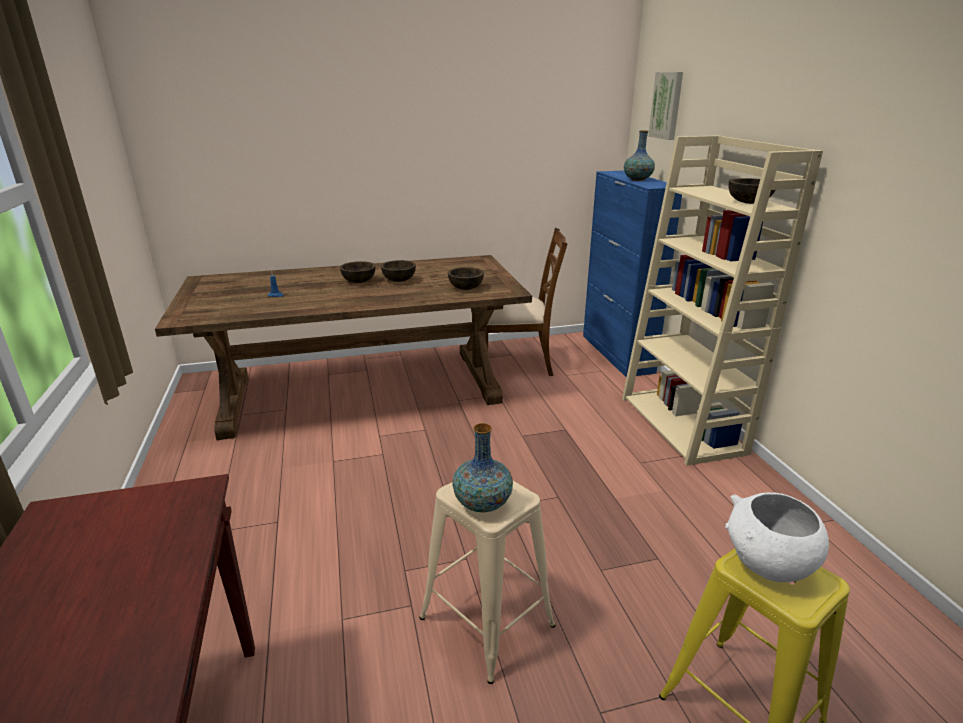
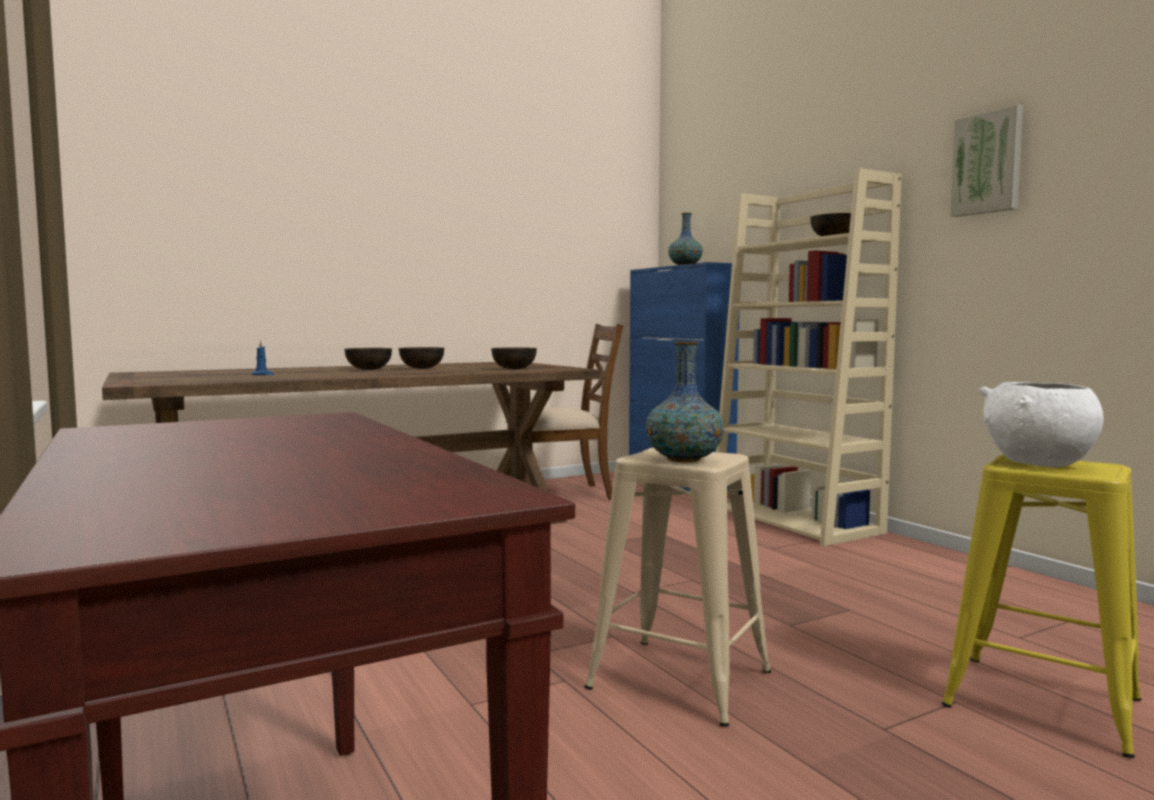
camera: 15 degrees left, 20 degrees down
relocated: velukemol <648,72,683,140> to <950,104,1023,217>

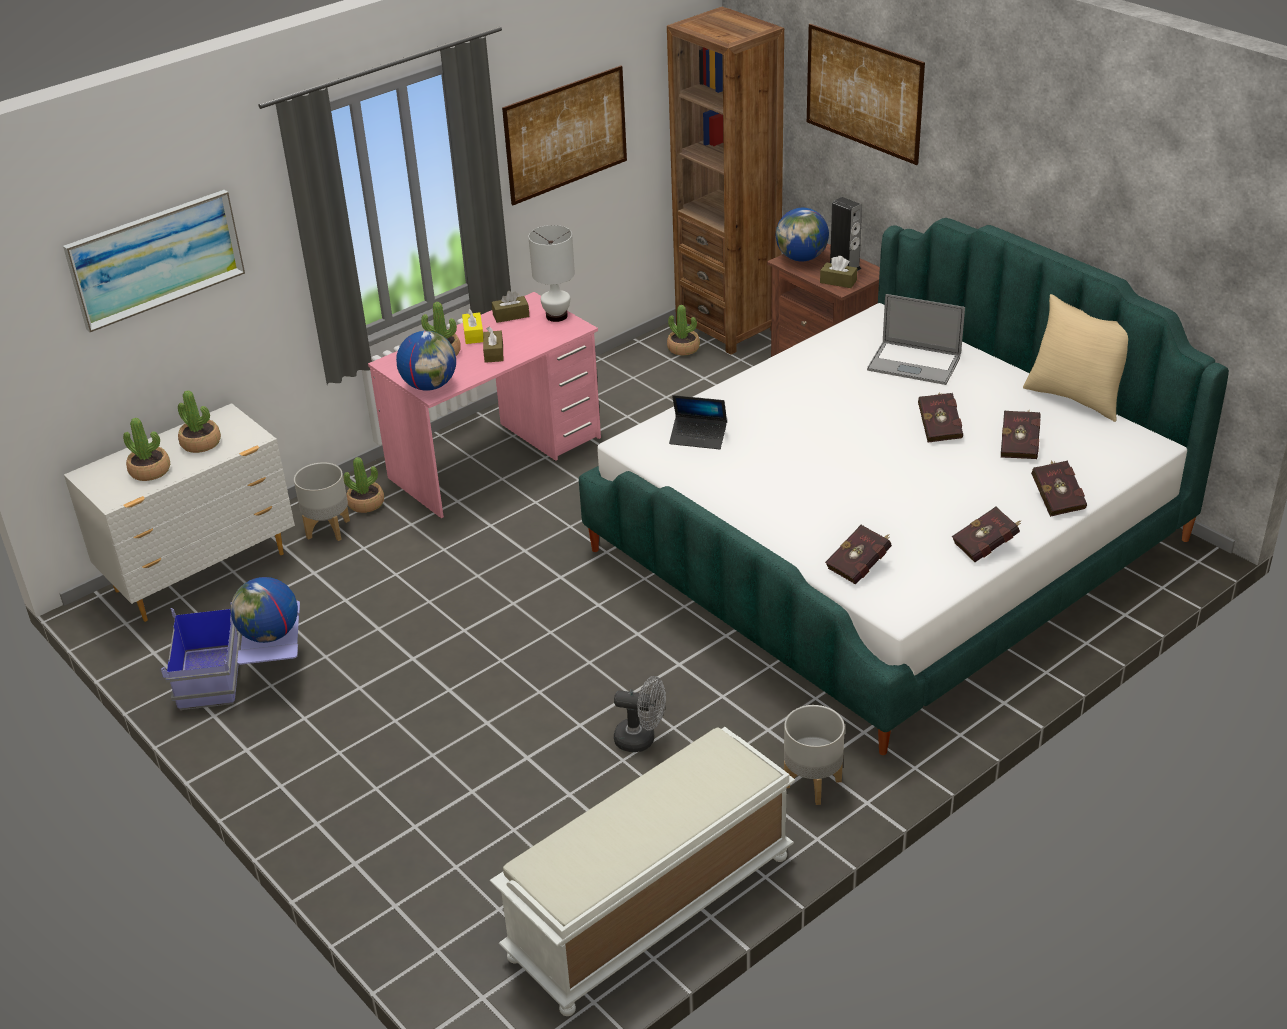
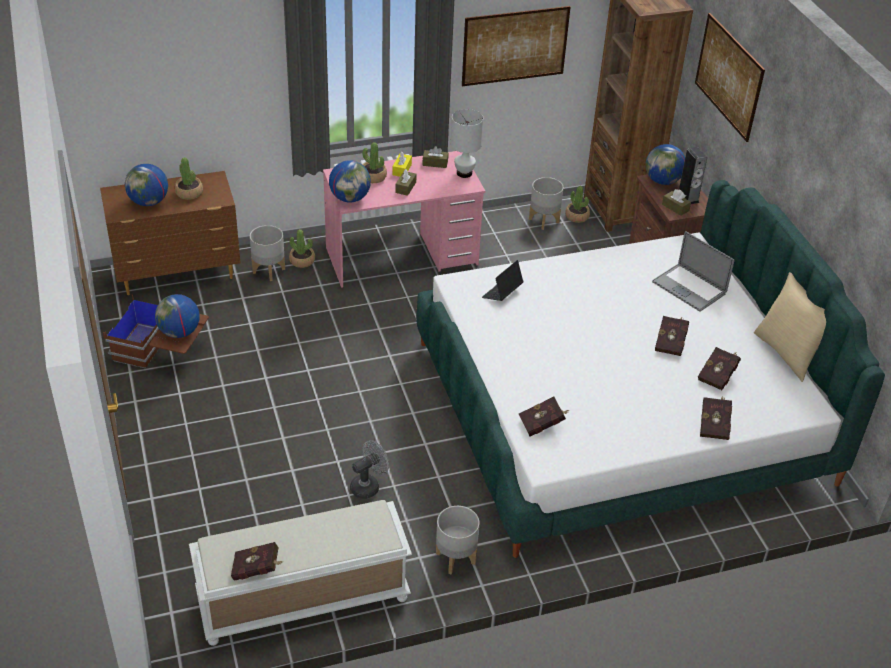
camera: 20 degrees right, 5 degrees up
missing: velukemol <63,190,245,332>
appeared: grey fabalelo <529,177,564,230>
relocated: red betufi <952,507,1022,562> to <231,542,284,581>
exchanged: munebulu <123,418,170,481> to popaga <125,164,168,206>
colour: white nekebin <64,403,295,622> to brown nekebin <100,171,241,295>; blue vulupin <161,601,300,710> to brown vulupin <103,295,209,368>
spun: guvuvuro <669,395,727,449> = <482,260,524,301> 90 degrees clockwise; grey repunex <614,676,666,752> = <350,440,389,499> 75 degrees counterclockwise

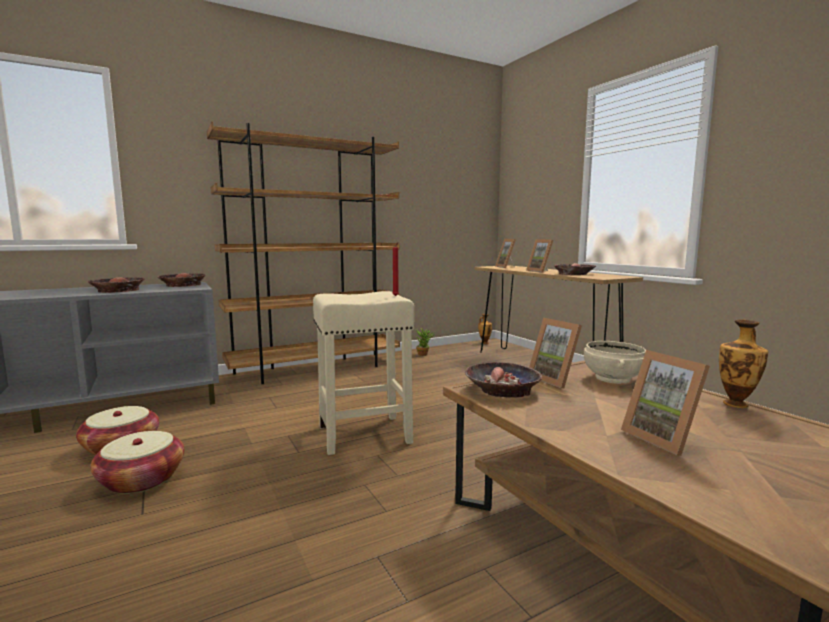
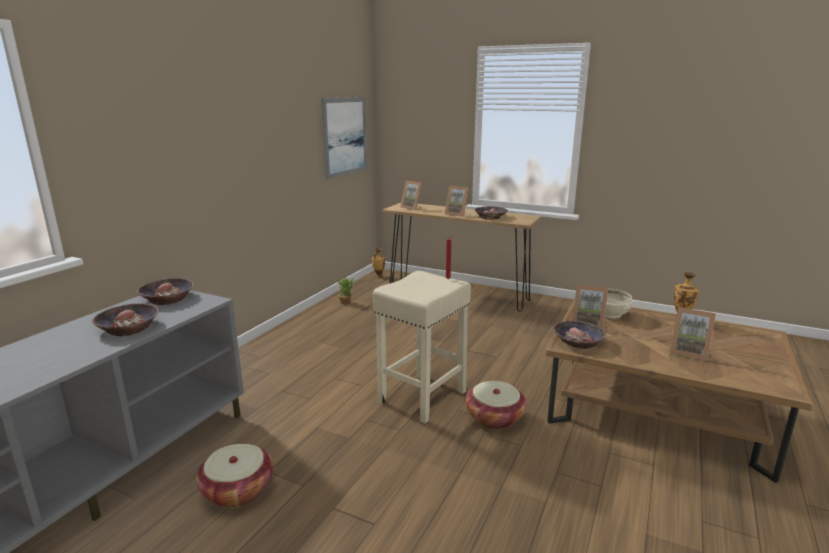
camera: 35 degrees left, 10 degrees up
missing: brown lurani <207,122,400,384>
appeared: velukemol <321,97,367,179>
relocated: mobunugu <90,431,184,494> to <466,381,527,429>

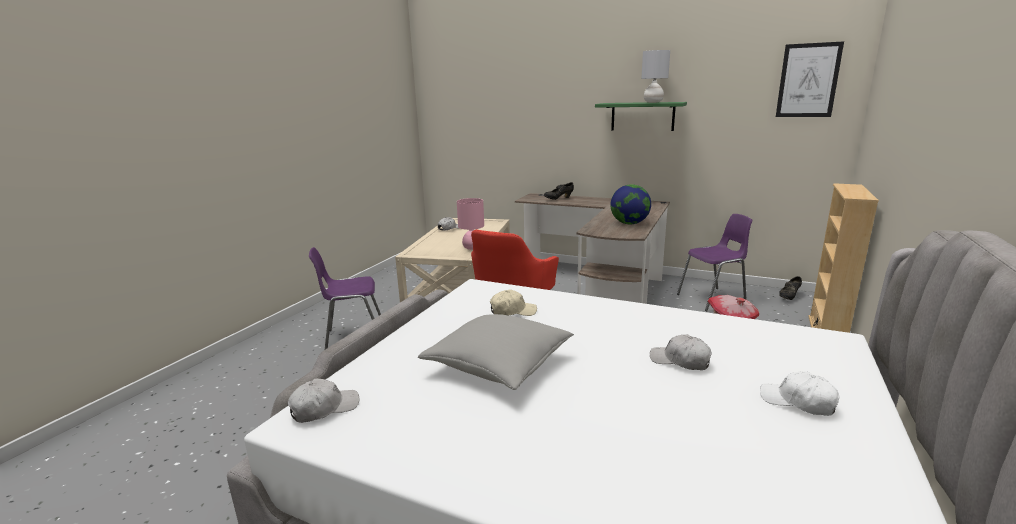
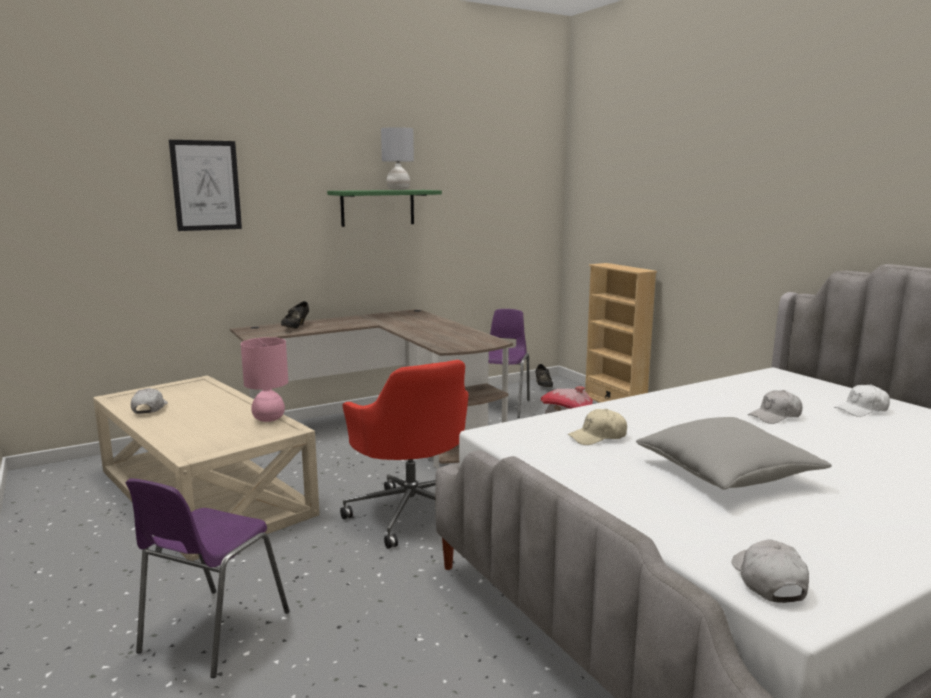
camera: 55 degrees left, 5 degrees down
missing: popaga <610,184,651,224>
relocated: velukemol <776,42,844,117> to <169,140,242,231>
spun: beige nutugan <490,289,537,316> = <568,409,627,445> 135 degrees counterclockwise

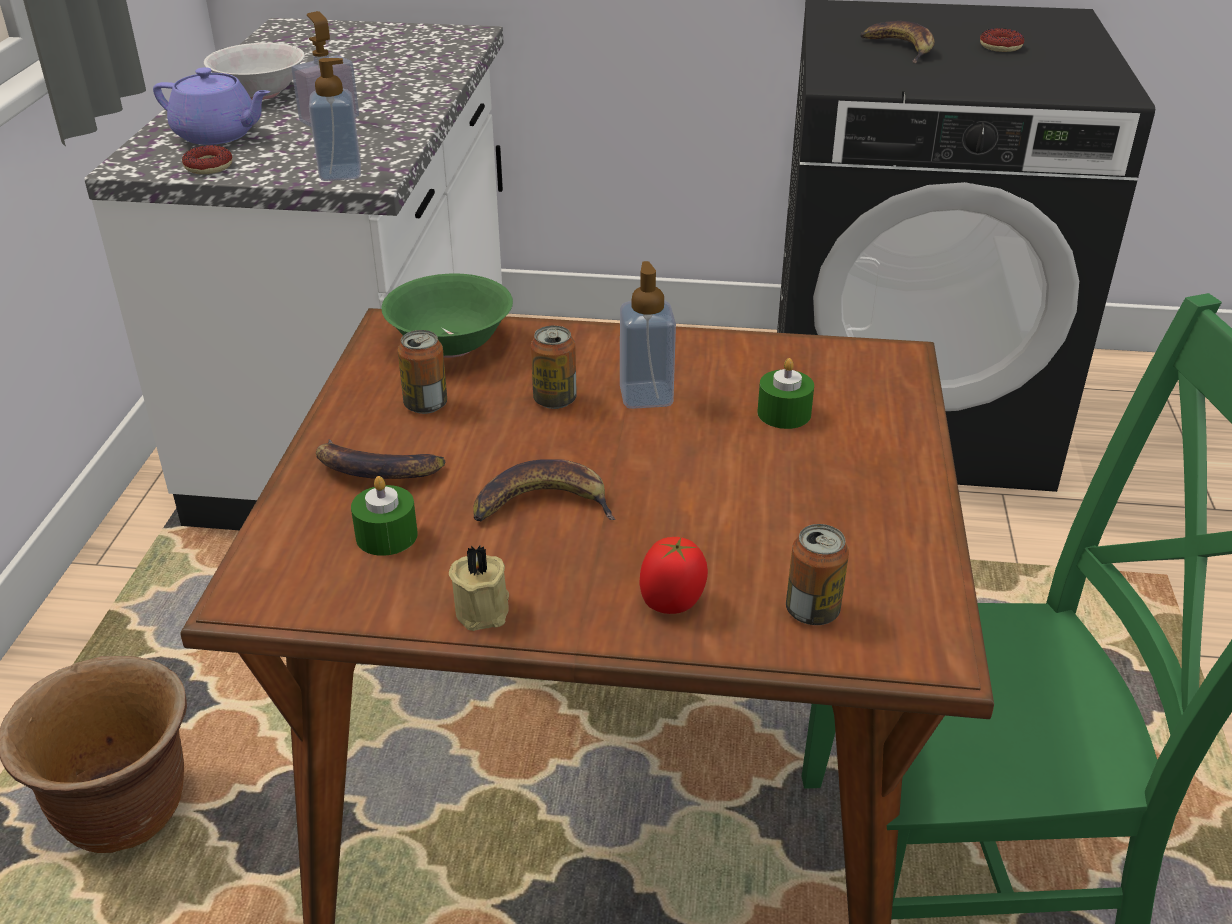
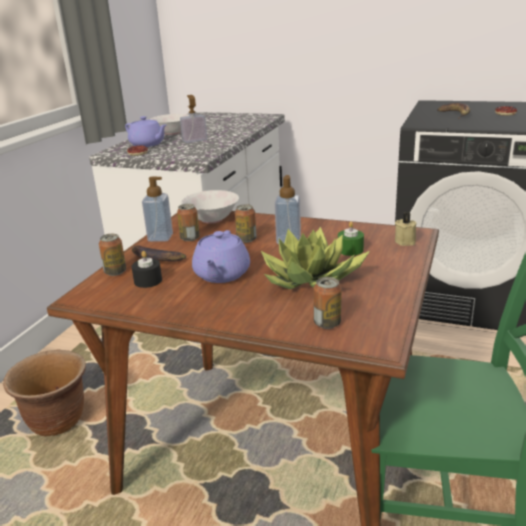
camera: 15 degrees right, 10 degrees down
missing: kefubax <639,537,708,614>
appeared: munebulu <261,227,370,289>; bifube <99,234,126,276>
relocated: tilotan <309,58,361,181> to <142,177,173,242>; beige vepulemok <449,546,509,631> to <395,212,417,246>
exchanged: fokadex <473,459,616,521> to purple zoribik <192,230,250,283>
colour: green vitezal <381,273,513,358> to white vitezal <181,190,239,223>; green vepulemok <351,476,418,556> to black vepulemok <131,251,162,288>

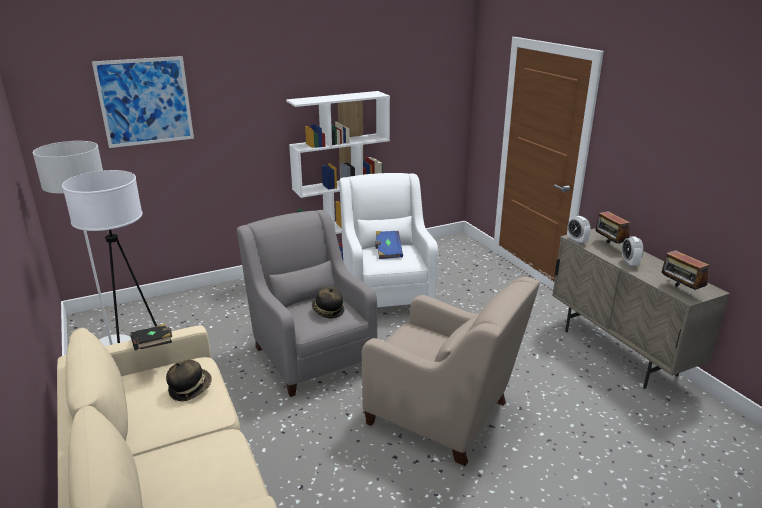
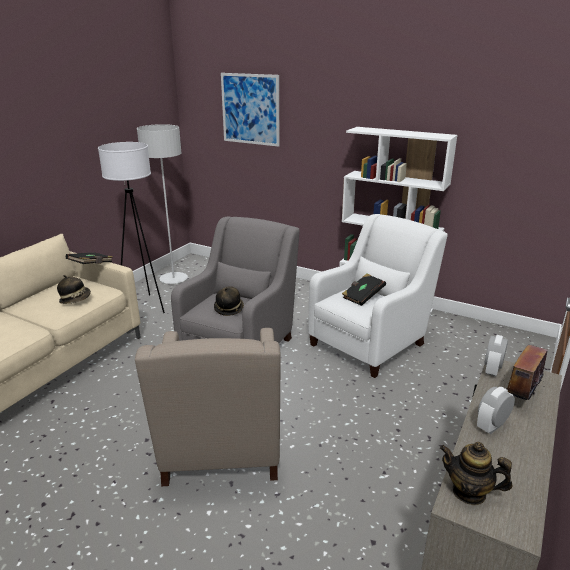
camera: 55 degrees right, 0 degrees up
exchanged: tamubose <661,246,710,290> to zoribik <440,442,512,505>
colour: blue betufi <375,231,403,259> to black betufi <342,273,386,306>

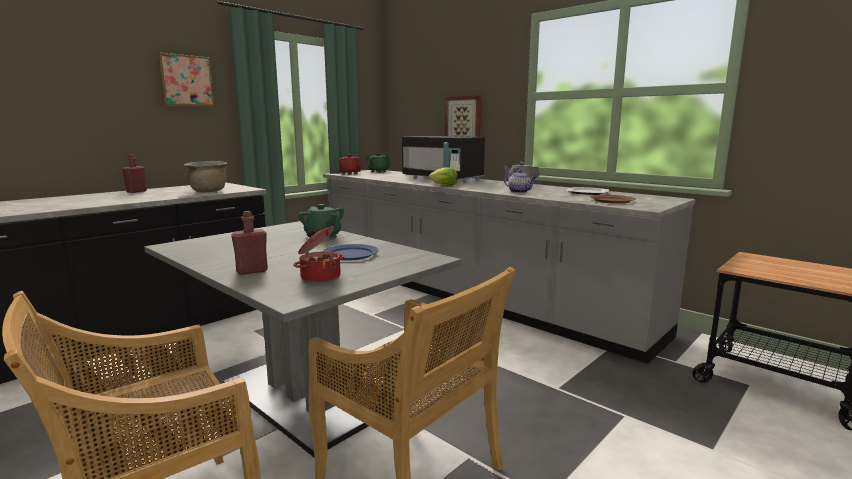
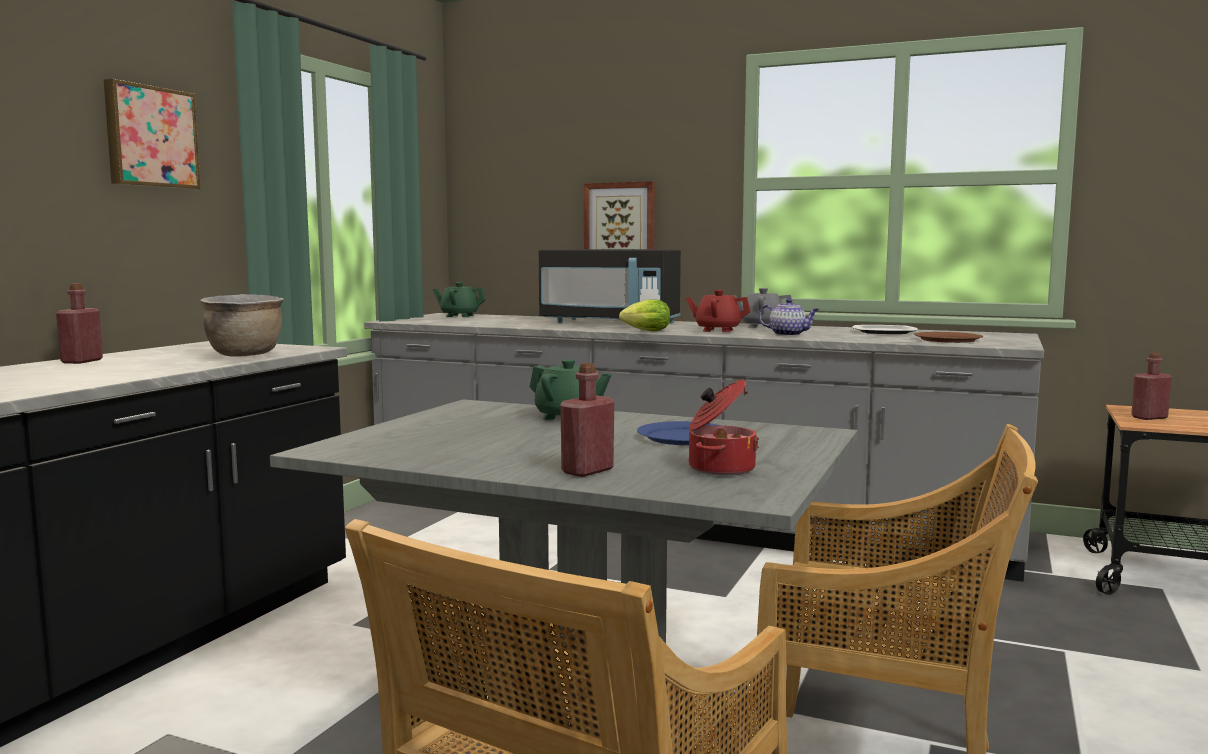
camera: 20 degrees left, 5 degrees down
appeared: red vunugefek <1131,352,1172,420>
relocated: red zoribik <339,154,361,174> to <686,290,751,332>

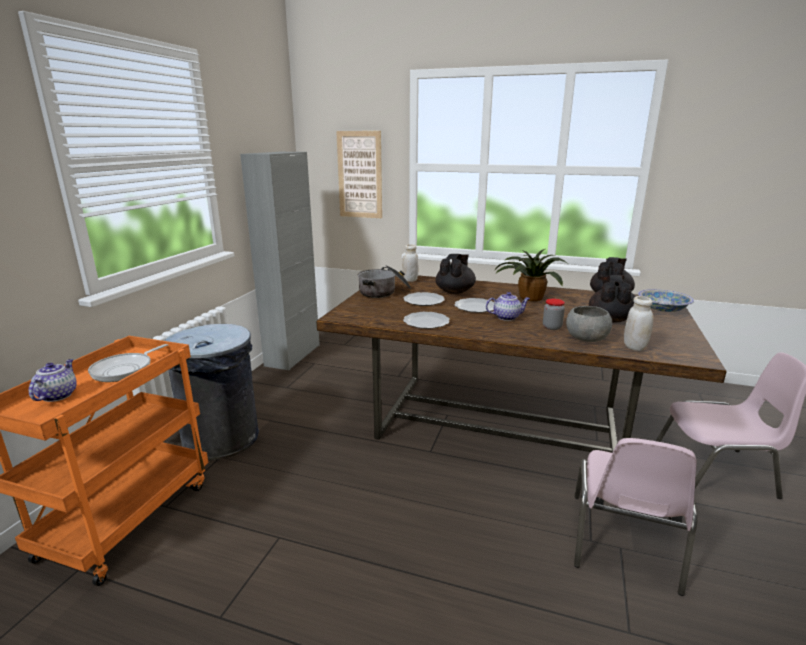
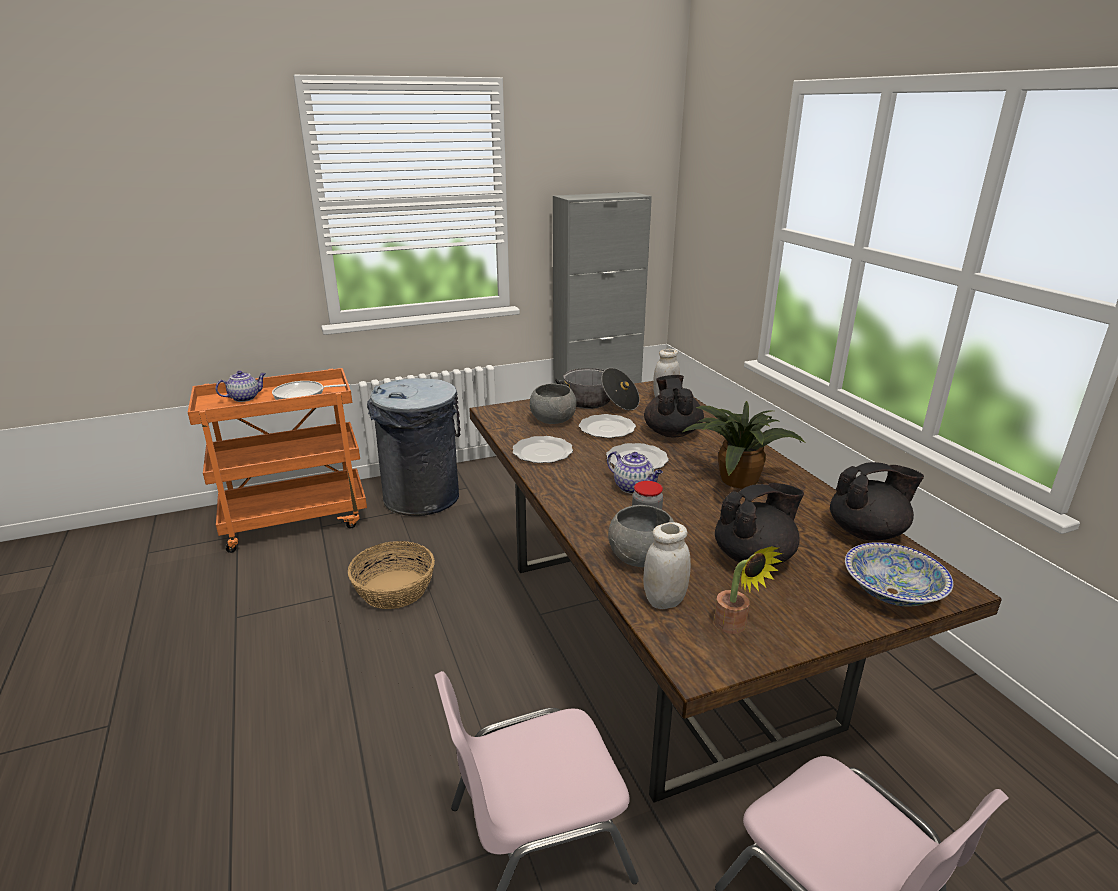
camera: 50 degrees right, 5 degrees up
missing: velukemol <336,131,382,218>
appeared: grey vitezal <530,384,577,424>; mobunugu <348,541,435,609>; munebulu <714,546,783,634>
spun: black zoribik <435,254,476,294> = <644,375,704,437> 75 degrees counterclockwise

